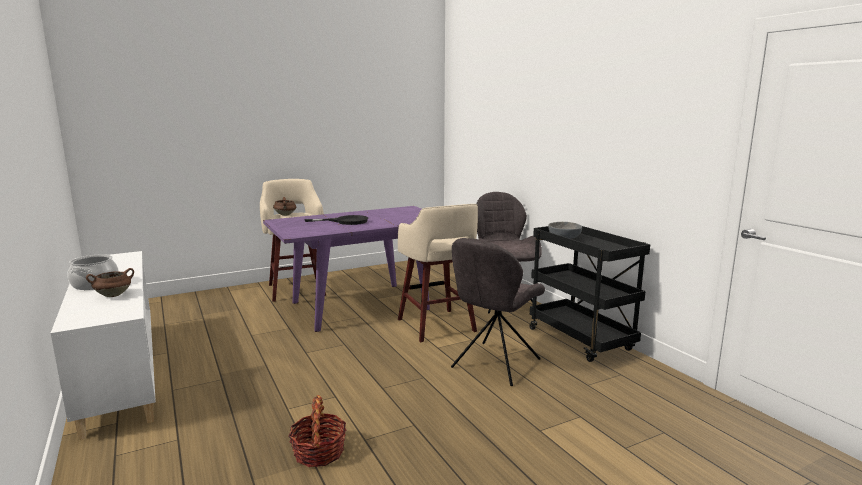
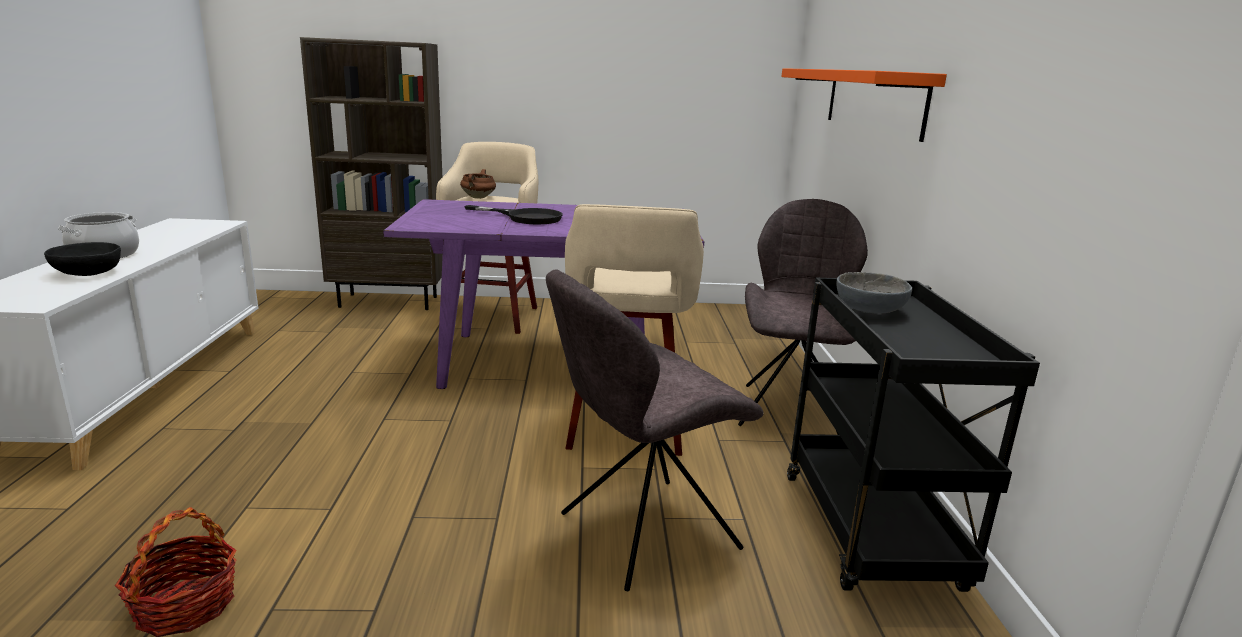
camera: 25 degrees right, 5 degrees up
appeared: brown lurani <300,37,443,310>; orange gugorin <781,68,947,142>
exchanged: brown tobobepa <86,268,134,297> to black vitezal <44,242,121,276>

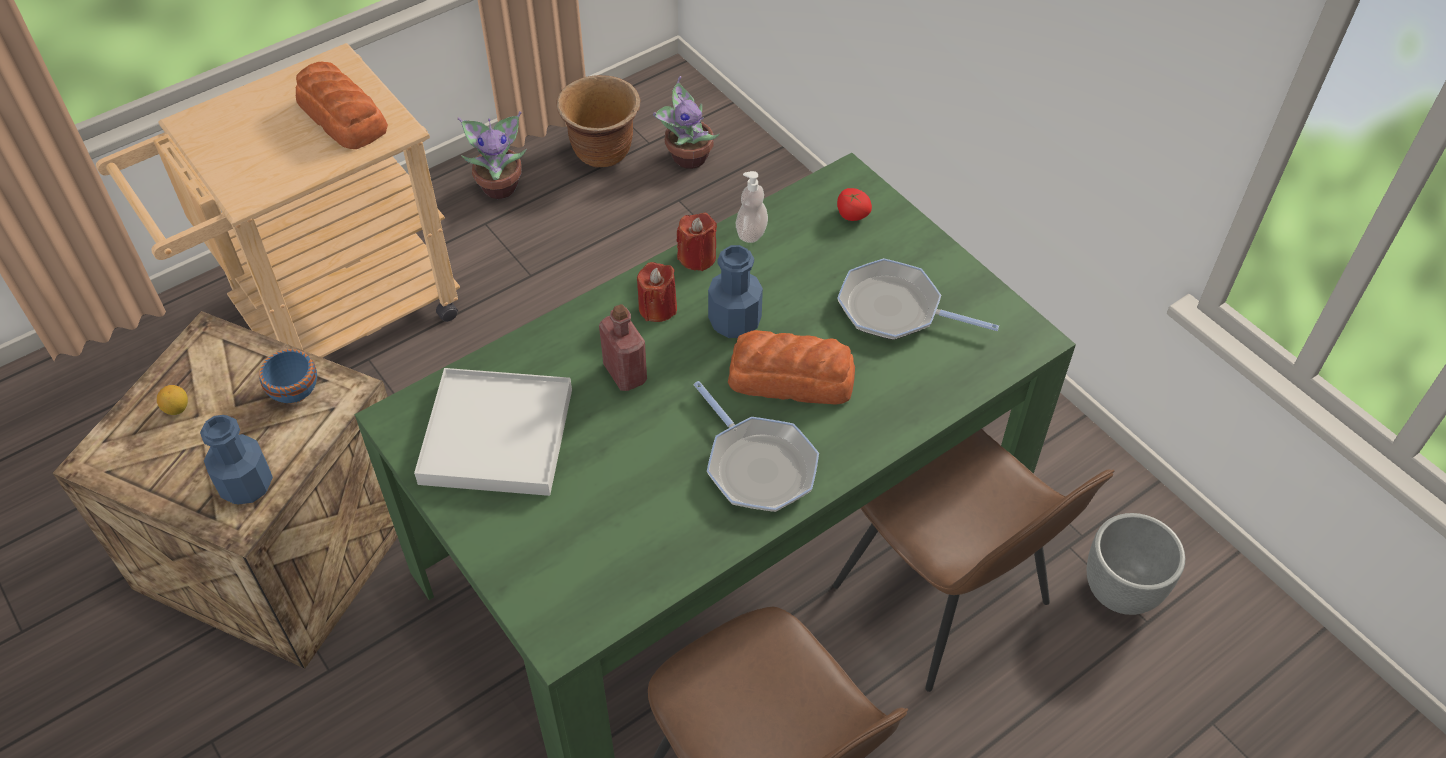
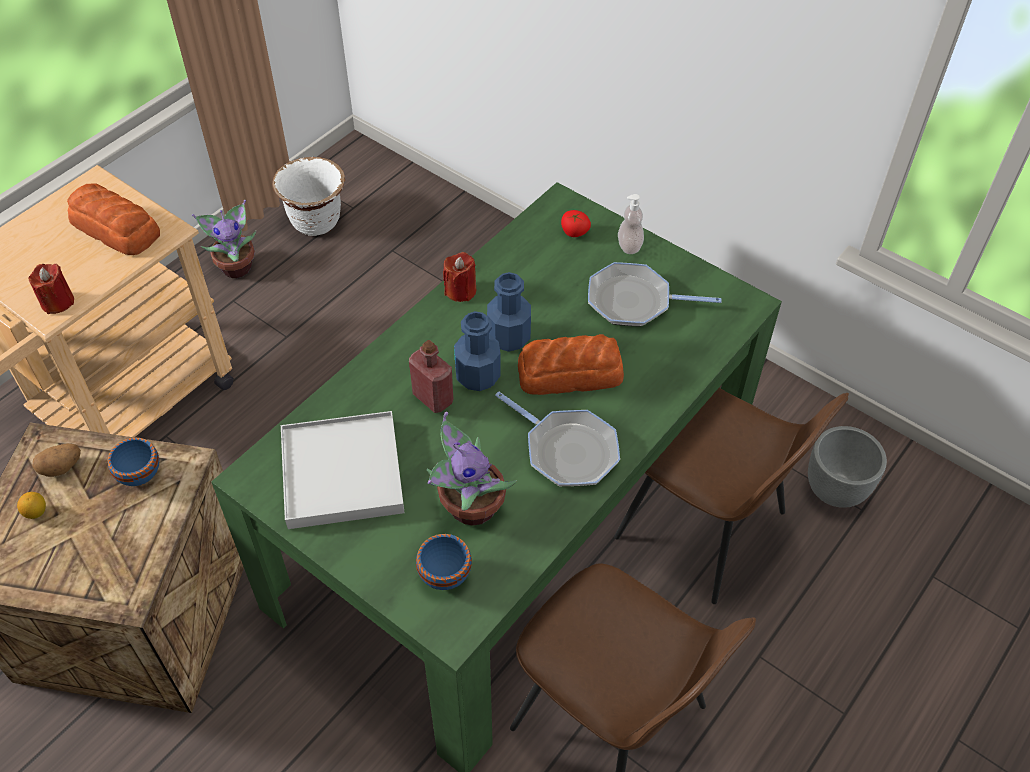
camera: 15 degrees left, 0 degrees up
appeared: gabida <33,443,81,477>; blue vitezal <416,534,472,590>
relocated: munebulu <653,76,720,169> to <427,412,517,526>; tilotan <736,171,768,243> to <618,194,644,254>; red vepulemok <637,262,677,322> to <28,264,74,314>; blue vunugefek <200,415,273,505> to <454,311,501,391>
colour: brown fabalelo <556,75,640,168> to white fabalelo <272,157,345,236>

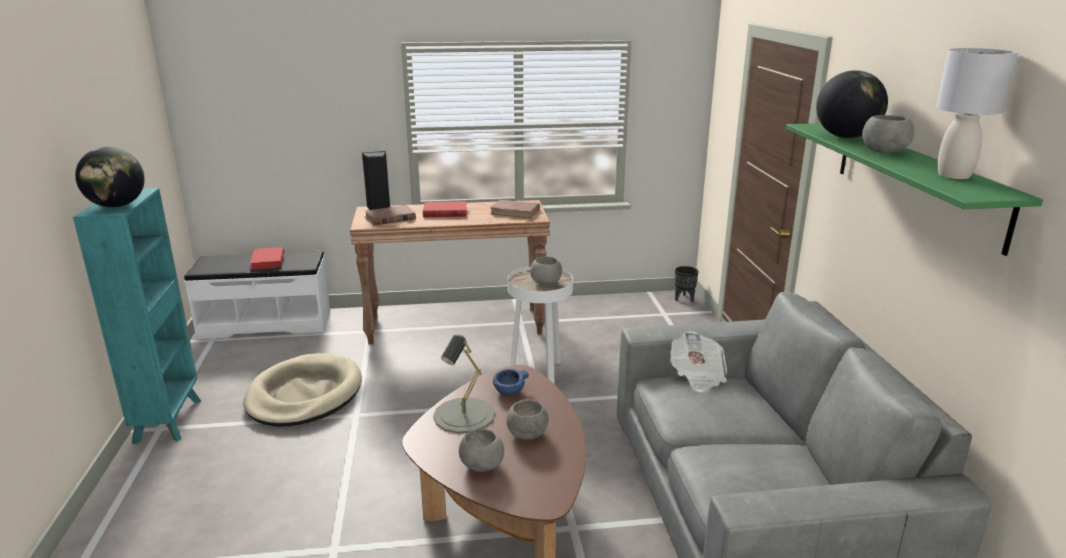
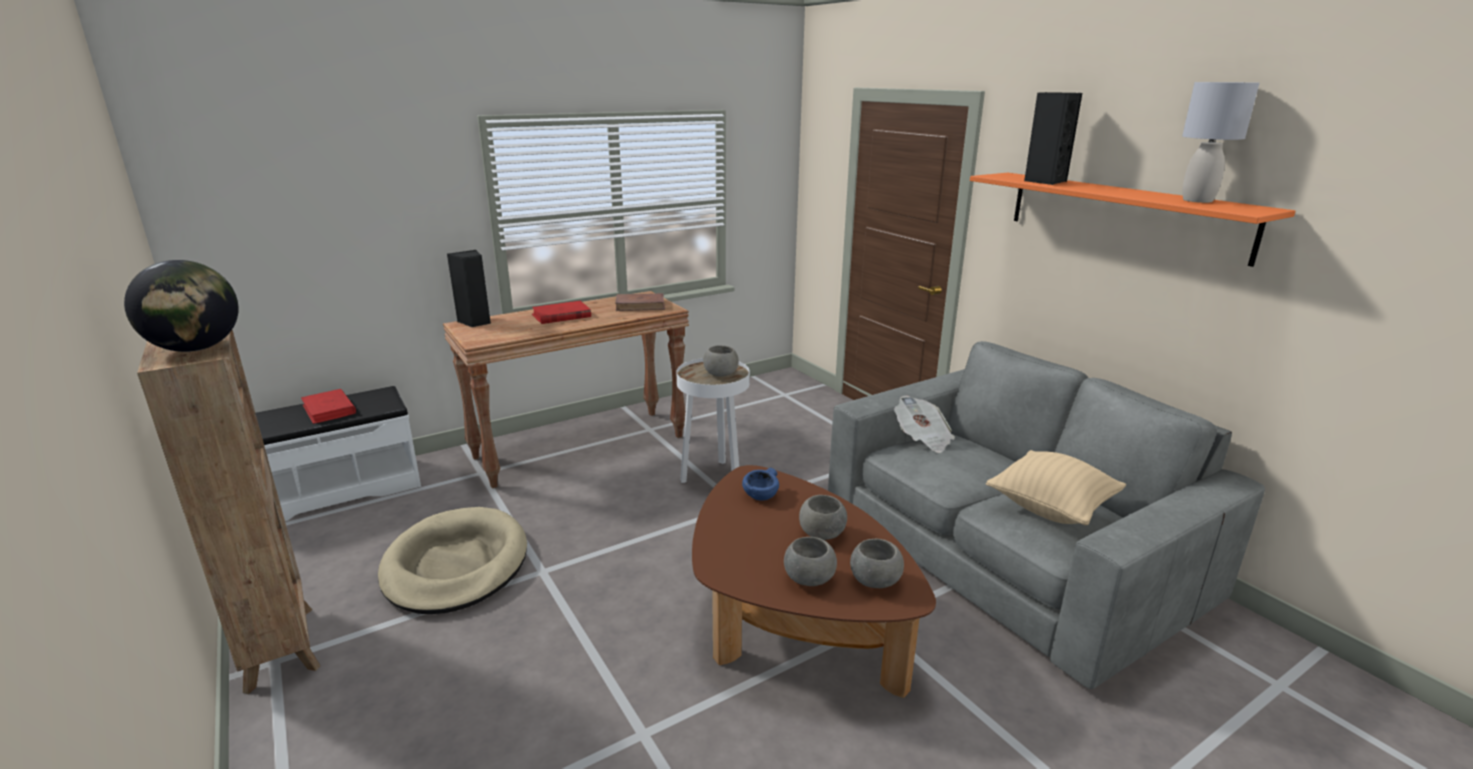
camera: 25 degrees left, 0 degrees up
missing: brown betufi <364,205,416,226>; black fabalelo <675,266,698,302>; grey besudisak <433,335,495,433>
appeared: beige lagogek <986,450,1126,525>
relocated: grey vitezal <862,115,914,153> to <850,539,904,588>
exchanged: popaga <816,70,888,138> to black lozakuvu <1024,92,1082,185>
colour: green gugorin <786,123,1043,256> to orange gugorin <970,173,1295,267>; turquoise lurani <73,188,201,444> to brown lurani <137,330,321,694>

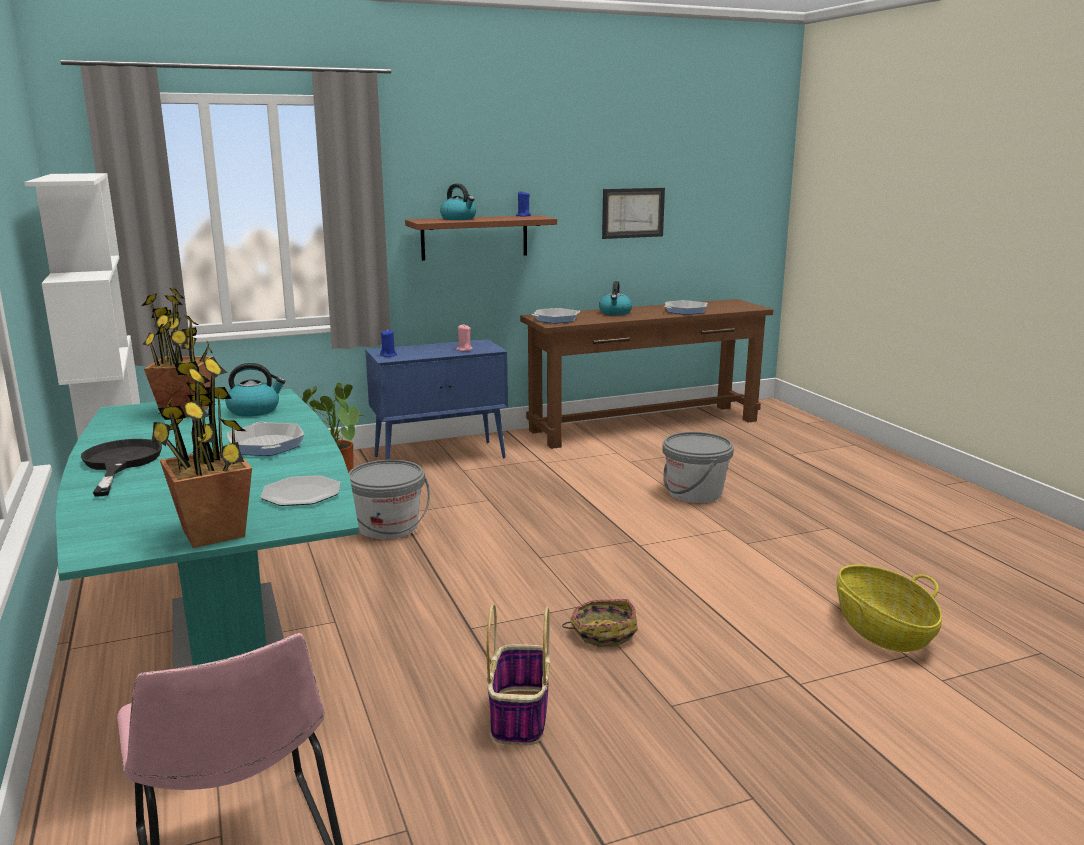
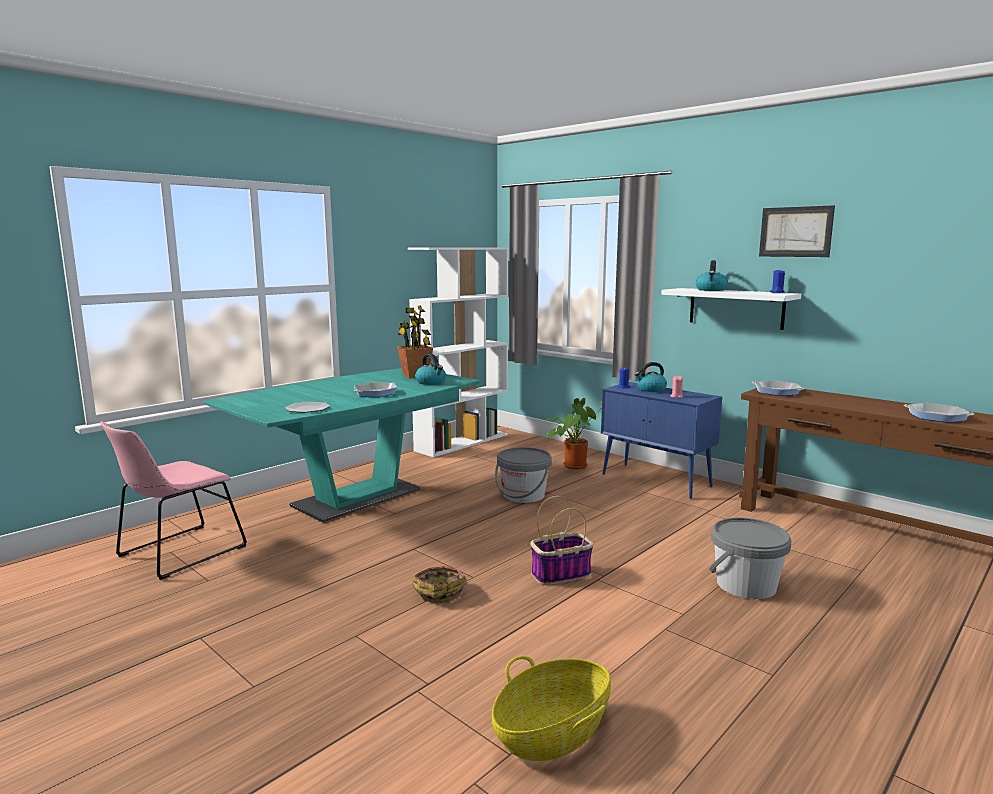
camera: 65 degrees right, 5 degrees down
missing: munebulu <151,357,252,548>; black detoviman <81,439,162,497>
relocated: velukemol <602,188,665,239> to <759,205,835,257>; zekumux <599,281,632,315> to <635,362,667,392>; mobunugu <487,604,550,745> to <530,496,593,585>
colour: brown gugorin <405,215,557,261> to white gugorin <661,288,801,330>

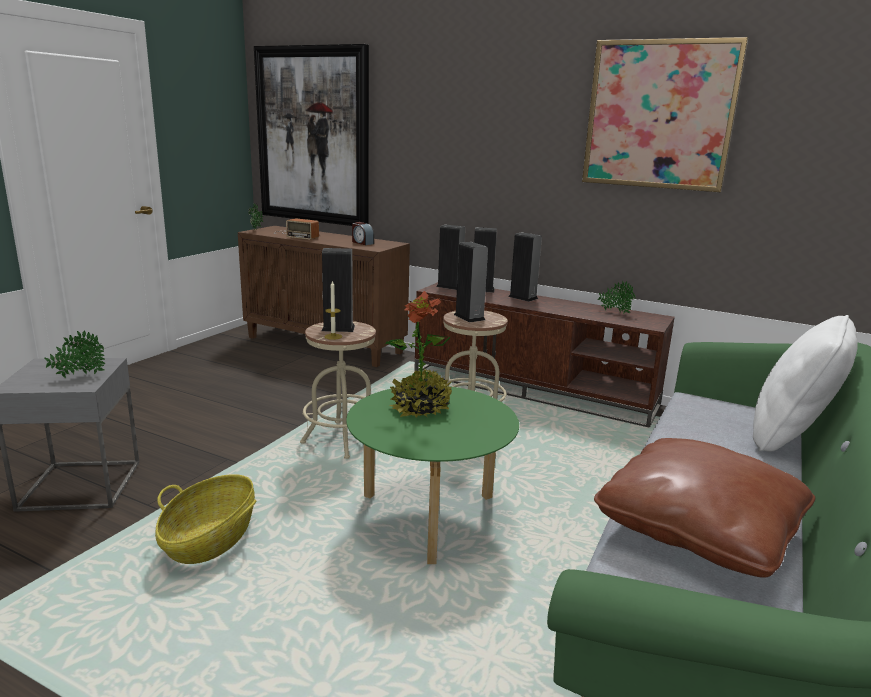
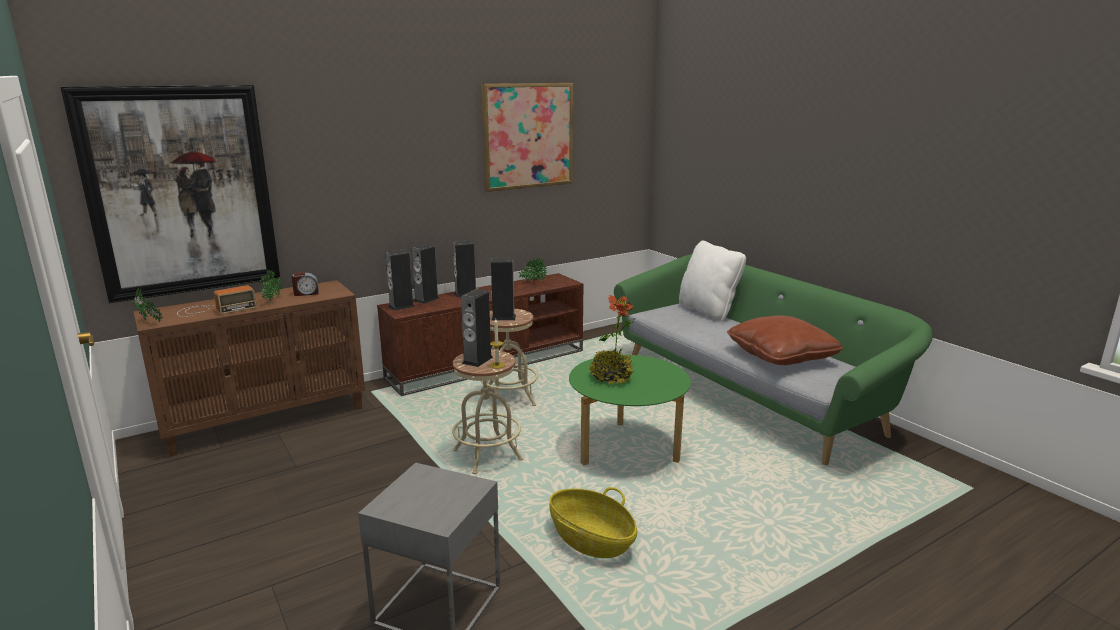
camera: 60 degrees left, 0 degrees up
relocated: munebulu <45,330,105,378> to <260,269,283,301>

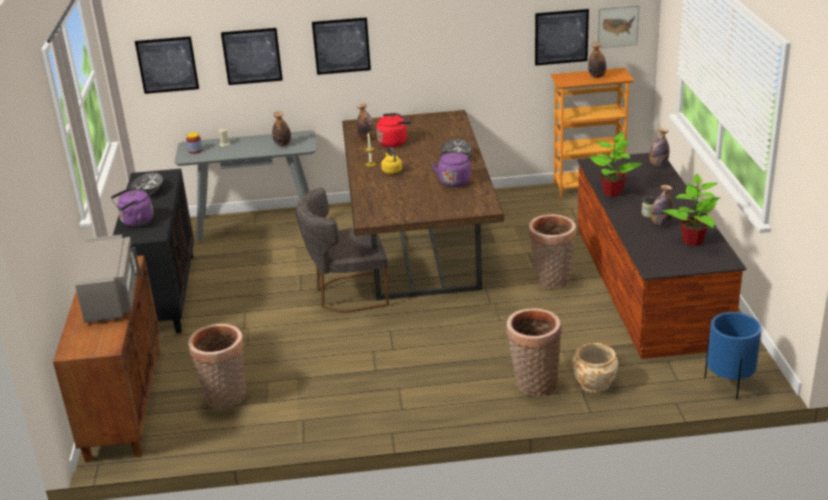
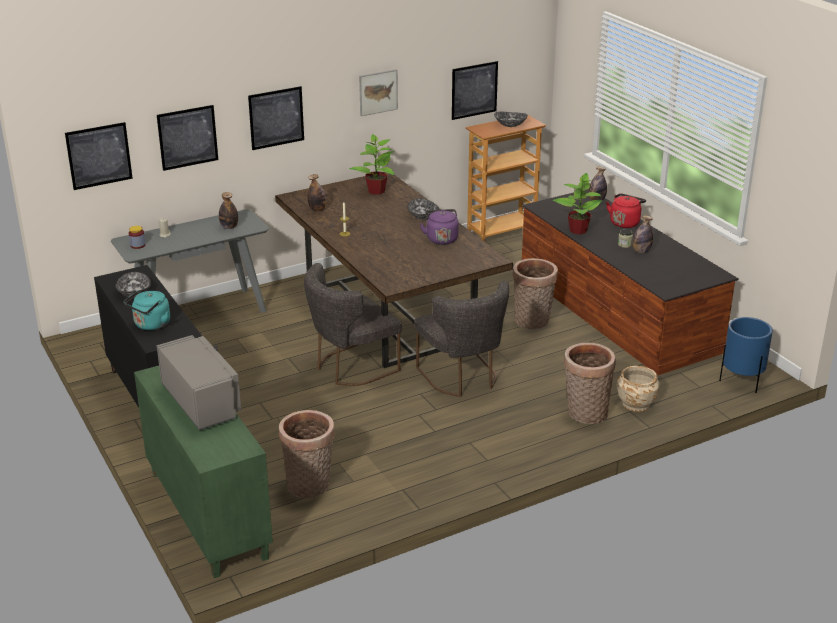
camera: 25 degrees left, 0 degrees up
missing: yellow zekumux <381,147,402,174>
appeared: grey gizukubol <414,281,509,397>
relocated: velukemol <597,5,640,48> to <359,69,398,116>; red zekumux <376,113,412,147> to <606,193,646,228>; munebulu <662,174,720,246> to <349,134,395,195>
exchanged: vunugefek <588,42,606,78> to vitezal <494,112,528,127>
colour: purple zekumux <111,189,154,227> to turquoise zekumux <124,290,170,330>; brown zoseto <53,255,160,463> to green zoseto <134,366,273,578>

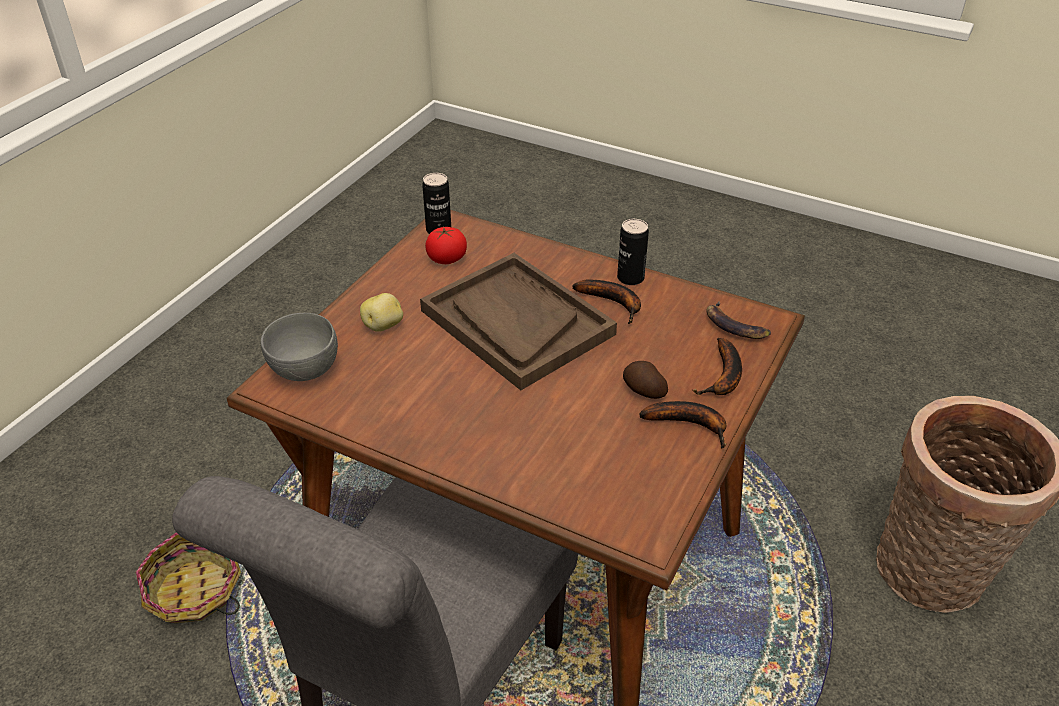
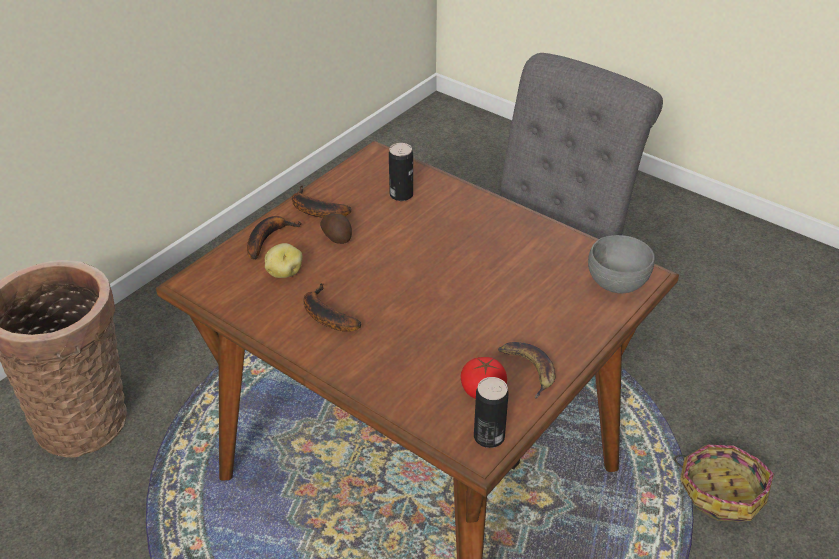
camera: 170 degrees left, 0 degrees up
missing: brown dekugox <420,253,617,390>
relocated: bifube <617,219,649,285> to <389,143,413,201>; gabida <360,293,403,332> to <265,243,303,278>; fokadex <706,301,771,339> to <498,342,555,399>

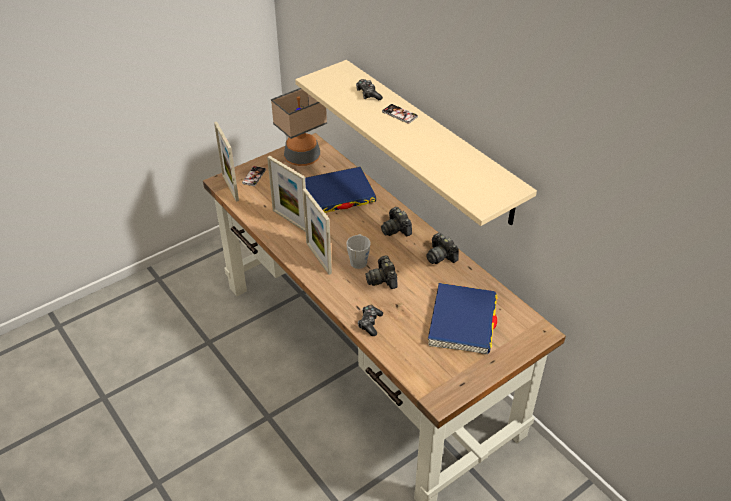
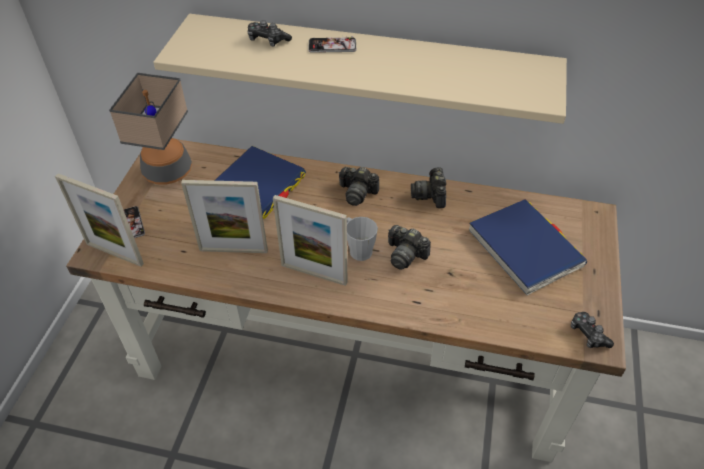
camera: 40 degrees left, 5 degrees up
relocated: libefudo <358,305,383,336> to <571,312,614,348>
spun: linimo <426,233,459,264> = <411,167,446,208> 75 degrees clockwise

